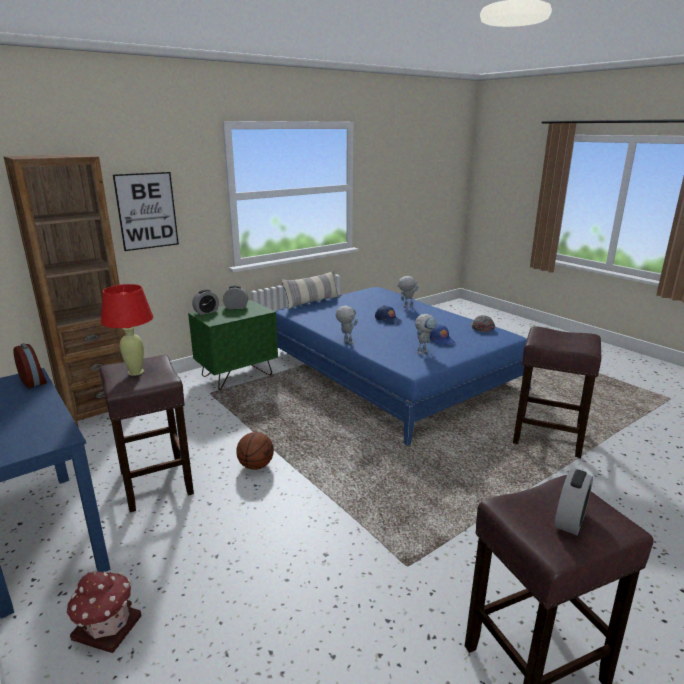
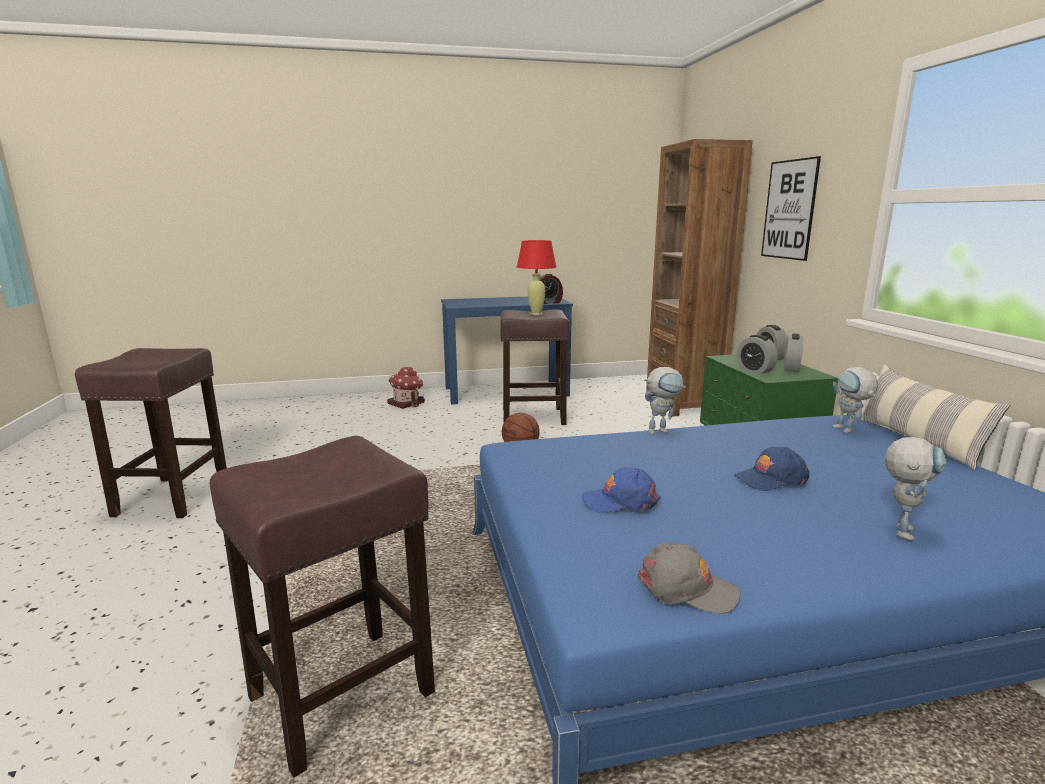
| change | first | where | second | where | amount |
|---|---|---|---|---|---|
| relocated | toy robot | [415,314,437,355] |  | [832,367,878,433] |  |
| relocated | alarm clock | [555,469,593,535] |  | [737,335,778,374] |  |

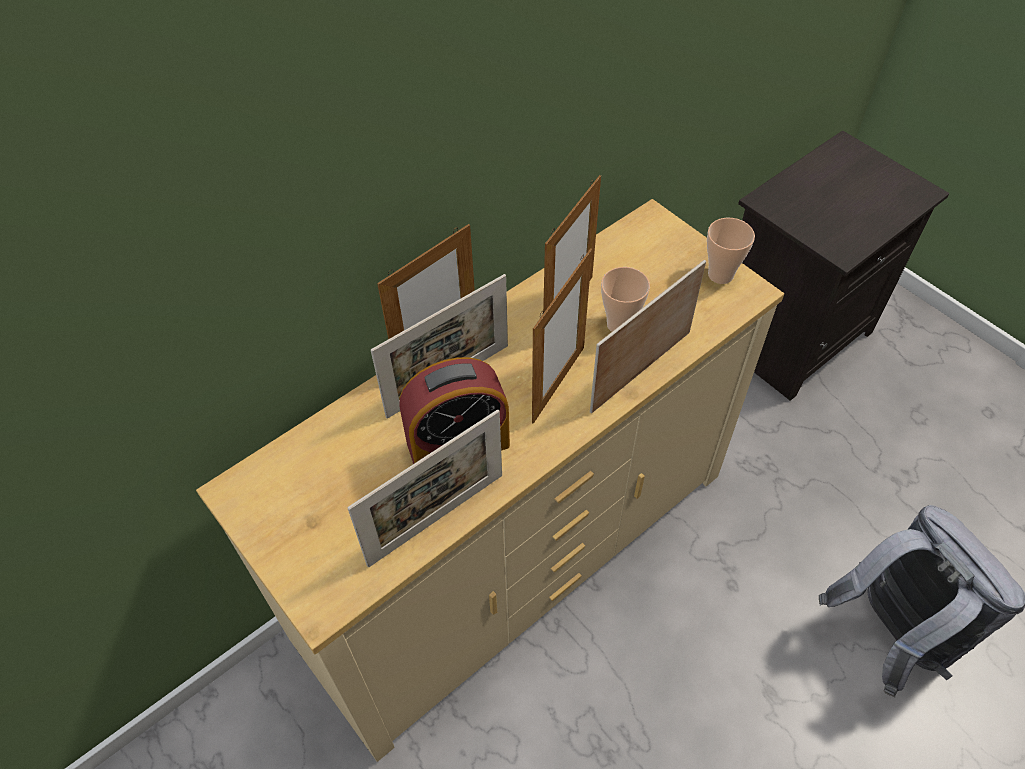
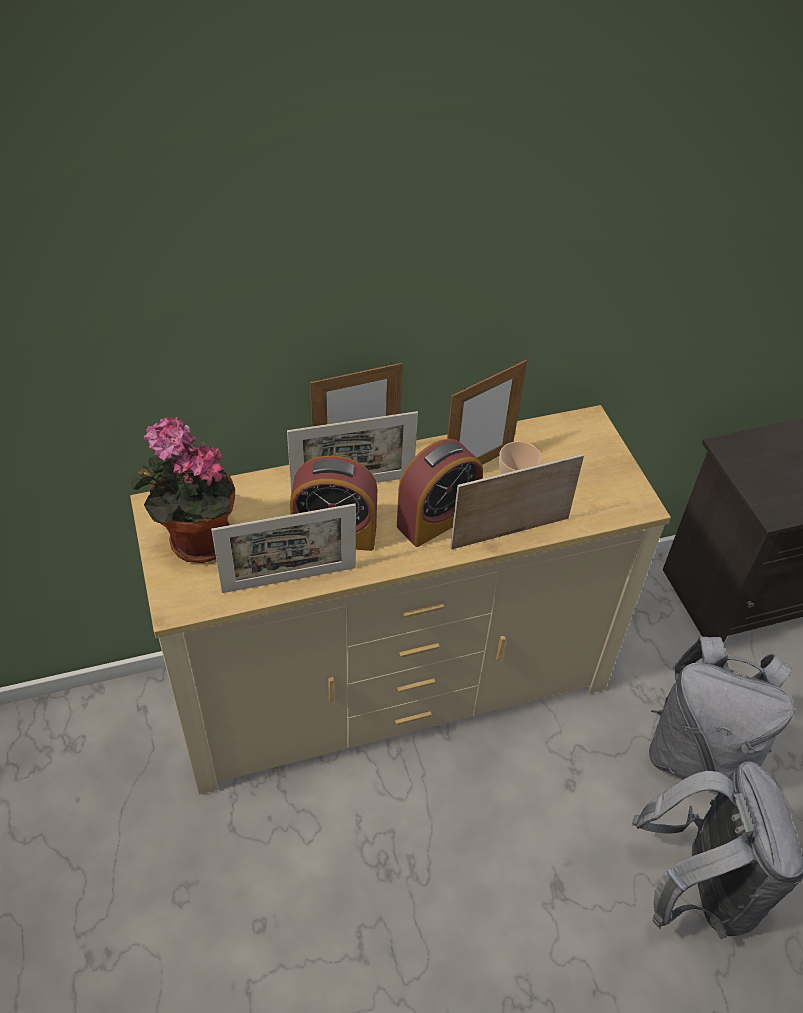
| change | first | where | second | where | amount |
|---|---|---|---|---|---|
| missing | cup | [707,218,755,284] |  |  |  |
| appeared |  |  | potted plant | [131,417,235,563] |  |
| appeared |  |  | backpack/grey | [649,637,794,792] |  |
| exchanged | picture frame | [532,248,592,424] | alarm clock | [397,439,483,547] |  |

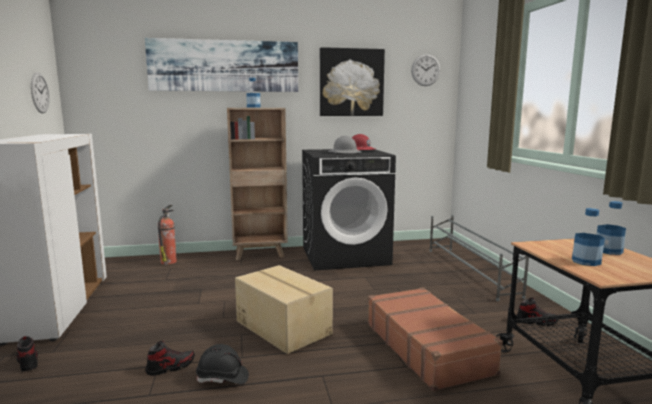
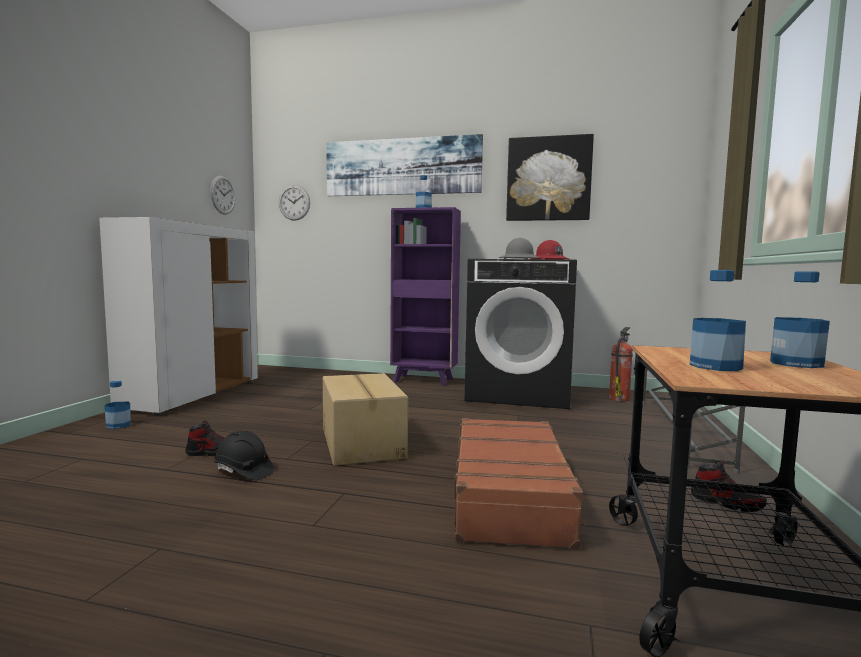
| change | first | where | second | where | amount |
|---|---|---|---|---|---|
| relocated | fire extinguisher | [158,205,177,265] |  | [609,327,633,401] |  |
| relocated | wall clock | [411,54,441,86] |  | [279,185,310,221] |  |
| exchanged | shoe | [16,336,38,372] | bottle | [104,381,131,429] |  |
| colour | bookcase/brown | [227,108,288,260] | bookcase/purple | [390,207,461,386] |  |

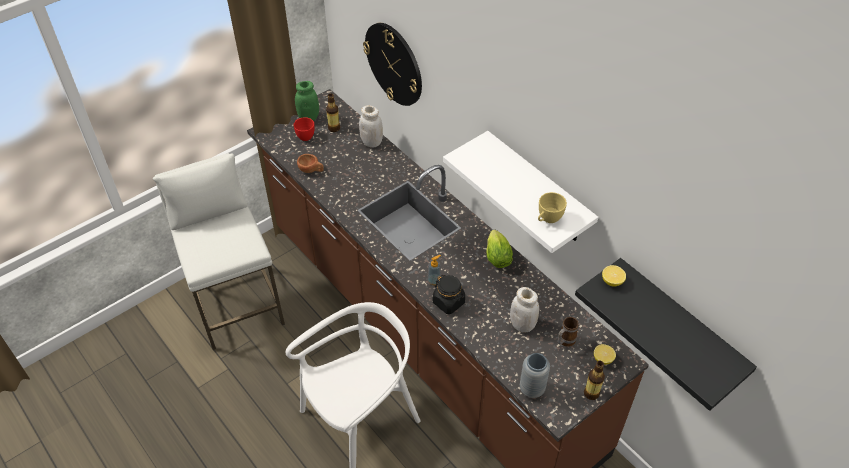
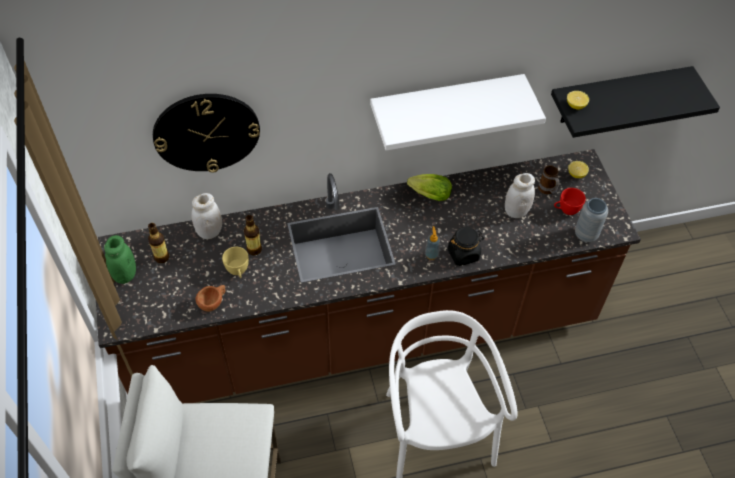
| change | first | where | second | where | amount |
|---|---|---|---|---|---|
| relocated | cup/red | [294,117,315,141] |  | [554,188,586,215] |  |
| relocated | cup/yellow | [538,192,567,223] |  | [222,247,249,278] |  |
| relocated | bottle | [584,361,605,400] |  | [244,215,262,256] |  |

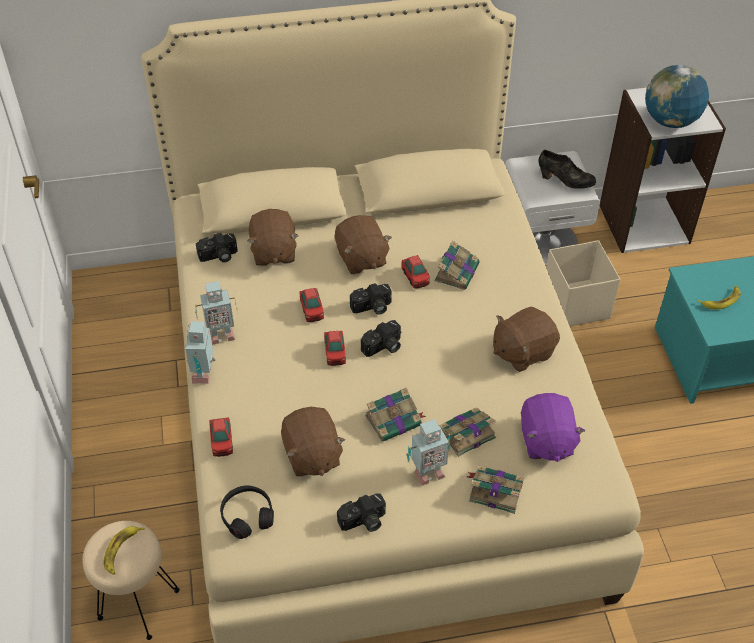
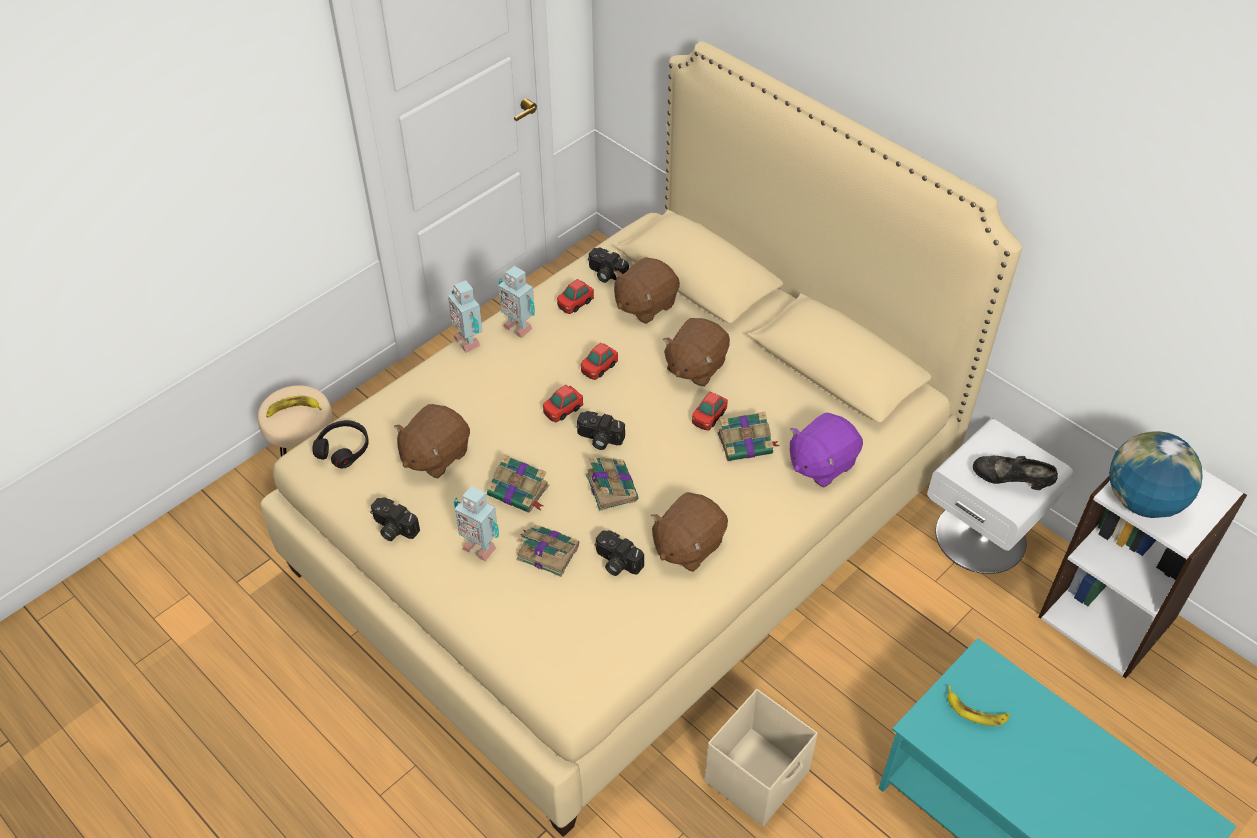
| change | first | where | second | where | amount |
|---|---|---|---|---|---|
| relocated | toy car | [209,418,233,457] |  | [557,279,594,314] |  |
| relocated | photo camera | [350,283,392,315] |  | [595,530,644,576] |  |
| relocated | book | [467,466,524,514] |  | [586,457,639,511] |  |
| relocated | plush toy/purple | [521,393,585,462] |  | [790,413,863,488] |  |
| relocated | storage box/beige | [546,240,620,326] |  | [704,689,818,826] |  |
| spun | toy robot | [185,321,215,384] |  | [448,280,483,352] | 90 degrees counterclockwise |
| spun | plush toy/brown | [493,307,560,372] |  | [651,492,728,572] | 75 degrees counterclockwise |
| spun | shoe/black | [538,150,596,189] |  | [973,455,1058,490] | 120 degrees clockwise |

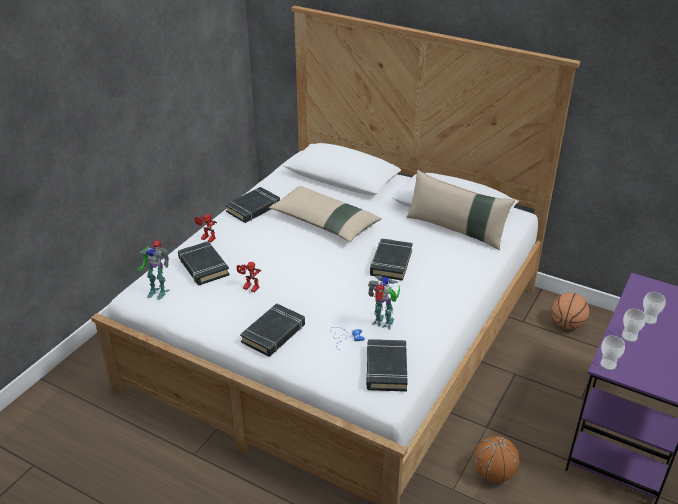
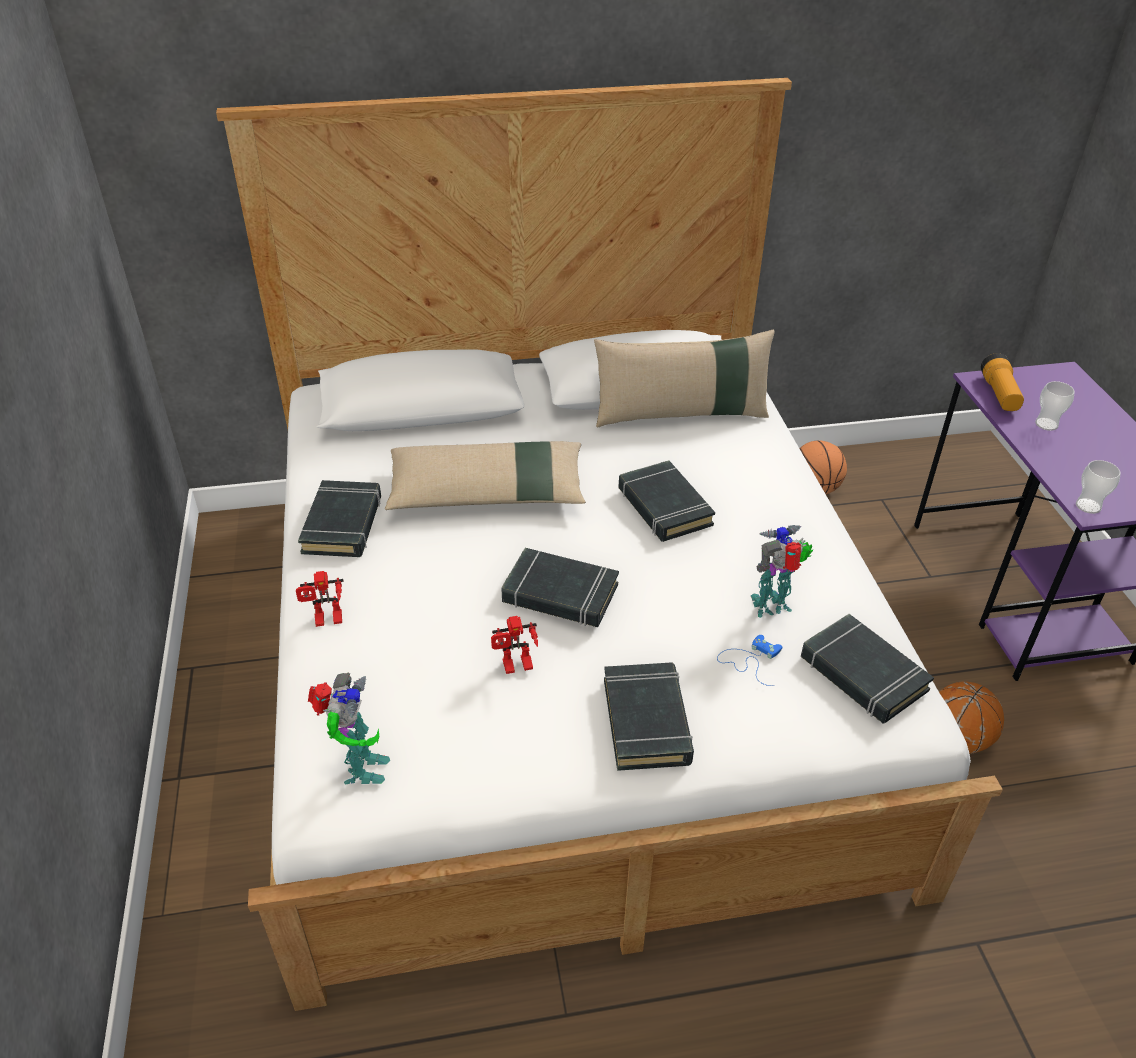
| change | first | where | second | where | amount |
|---|---|---|---|---|---|
| missing | cup | [622,308,646,342] |  |  |  |
| appeared |  |  | flashlight | [981,353,1024,411] |  |
| relocated | book/black | [178,241,230,285] |  | [501,548,619,627] |  |
| spun | toy robot | [138,240,170,300] |  | [308,673,390,784] | 60 degrees counterclockwise |

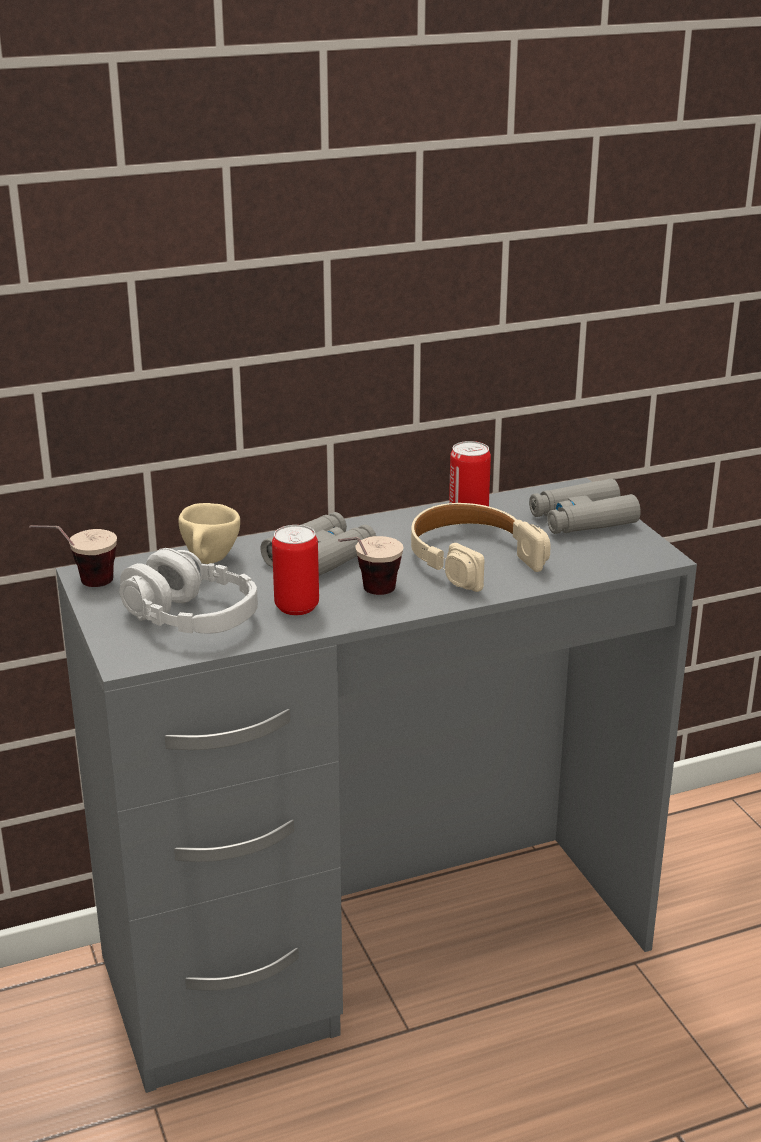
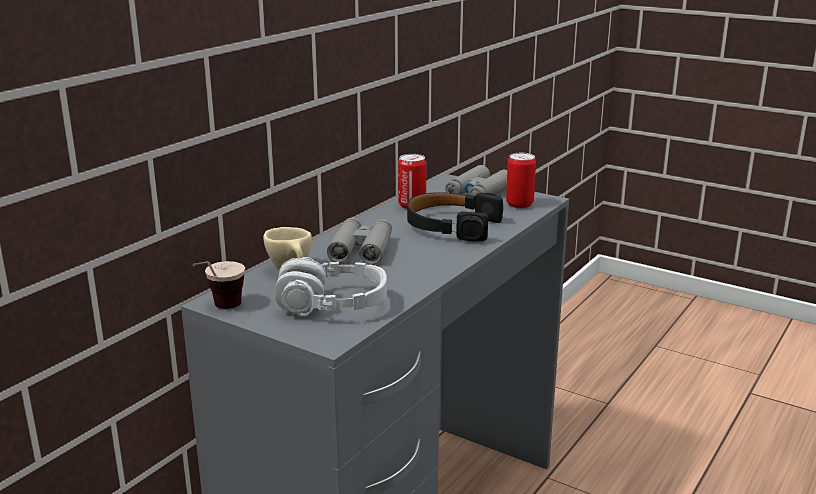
| change | first | where | second | where | amount |
|---|---|---|---|---|---|
| missing | cup | [338,536,403,595] |  |  |  |
| relocated | can | [272,525,319,615] |  | [506,153,536,208] |  |
| colour | headphones/beige | [411,503,551,592] | headphones/black | [407,192,503,241] |  |

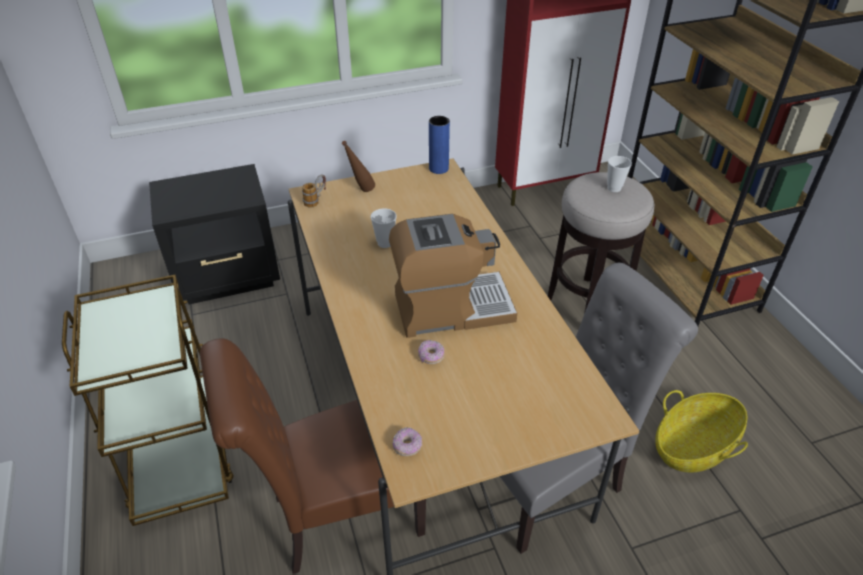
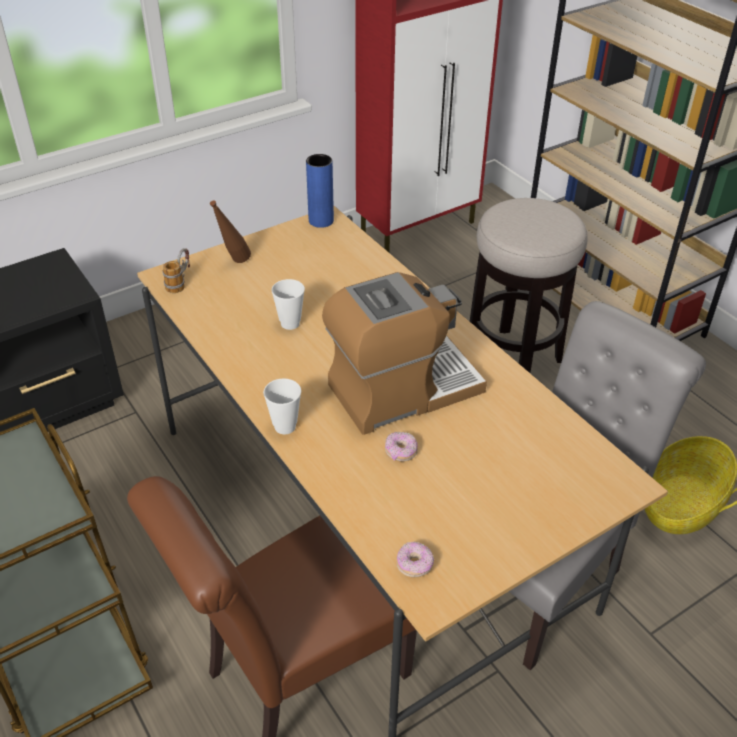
| change | first | where | second | where | amount |
|---|---|---|---|---|---|
| relocated | cup | [607,156,632,192] |  | [263,378,301,434] |  |

